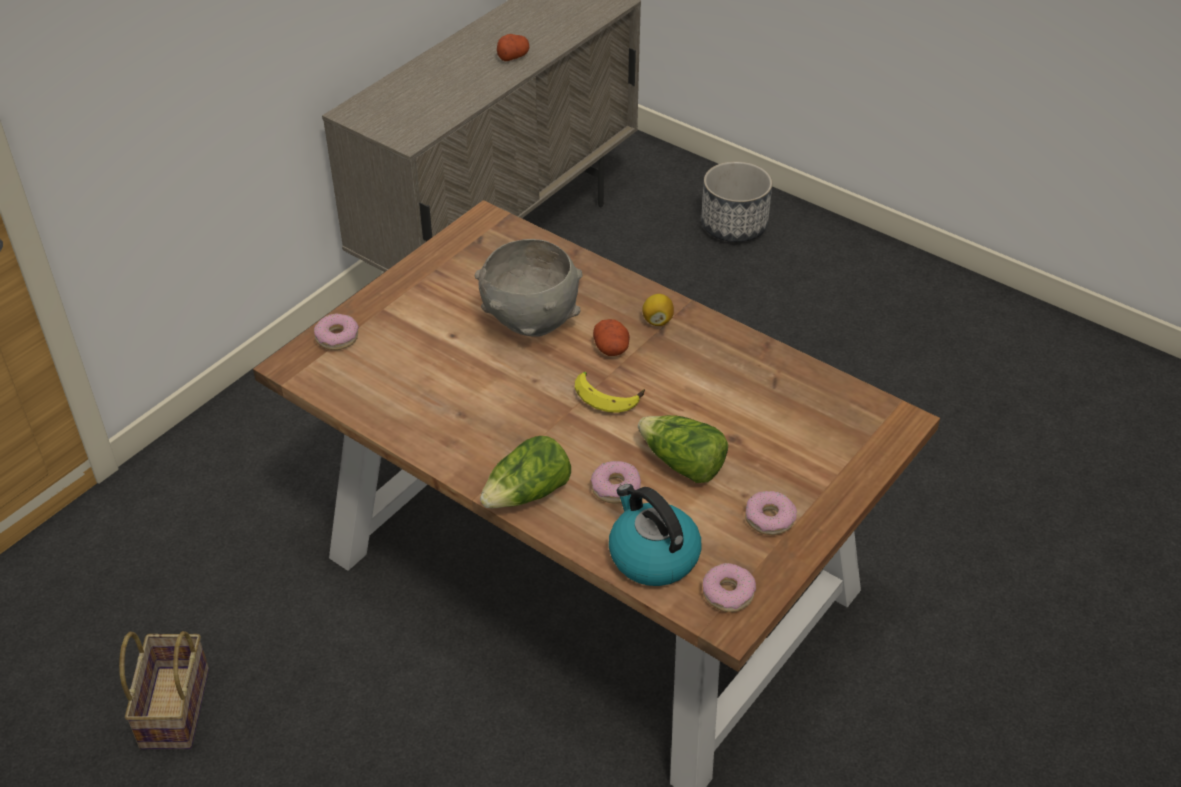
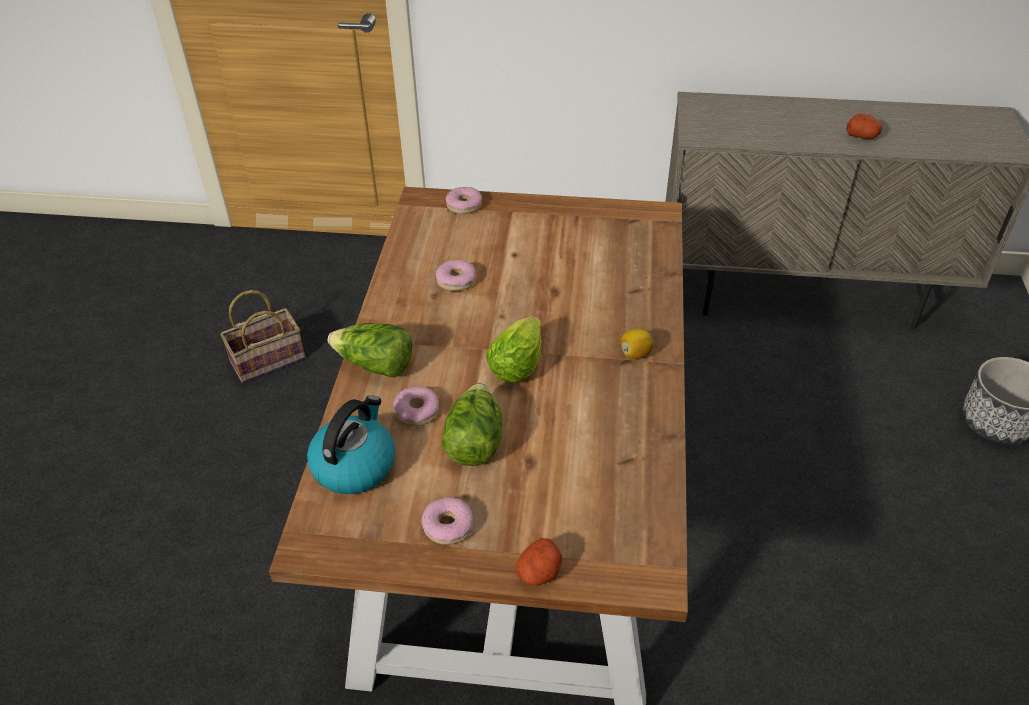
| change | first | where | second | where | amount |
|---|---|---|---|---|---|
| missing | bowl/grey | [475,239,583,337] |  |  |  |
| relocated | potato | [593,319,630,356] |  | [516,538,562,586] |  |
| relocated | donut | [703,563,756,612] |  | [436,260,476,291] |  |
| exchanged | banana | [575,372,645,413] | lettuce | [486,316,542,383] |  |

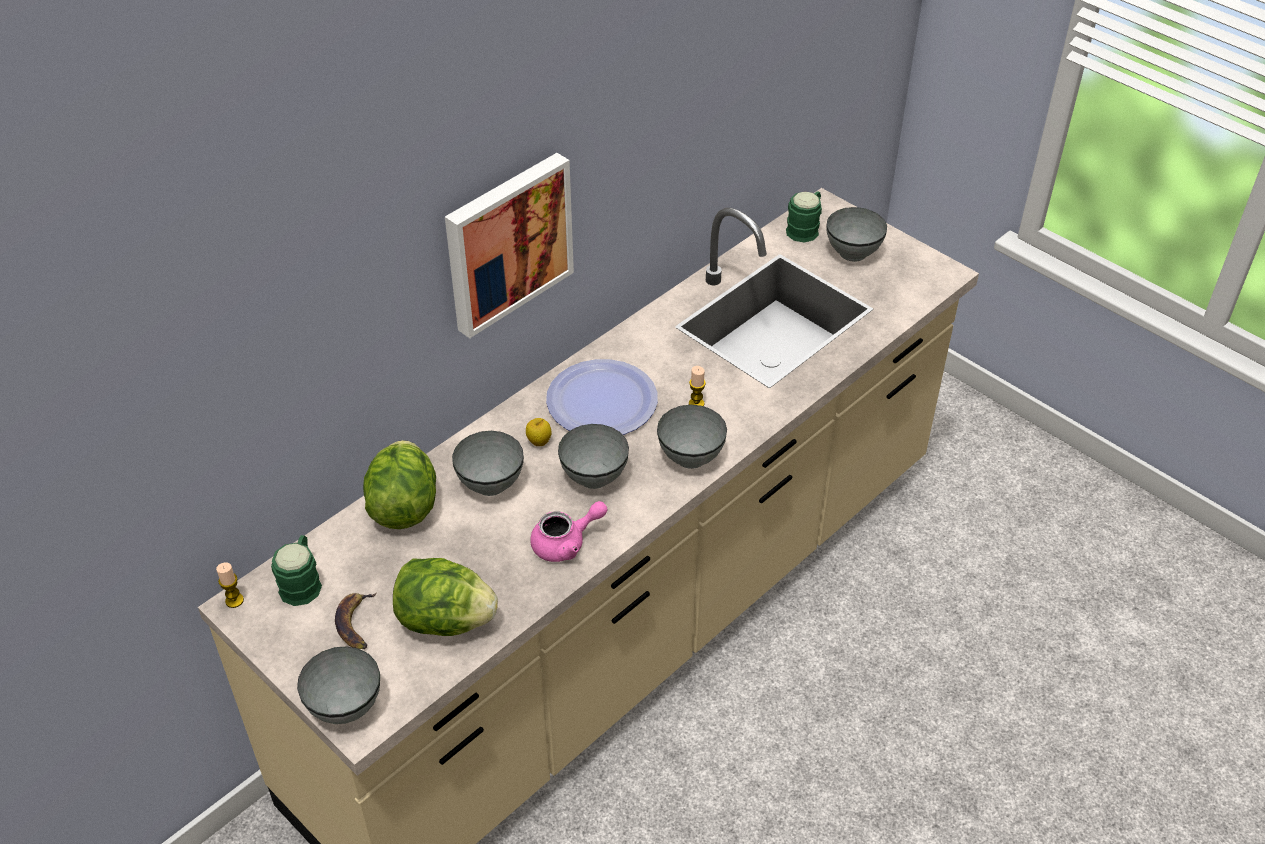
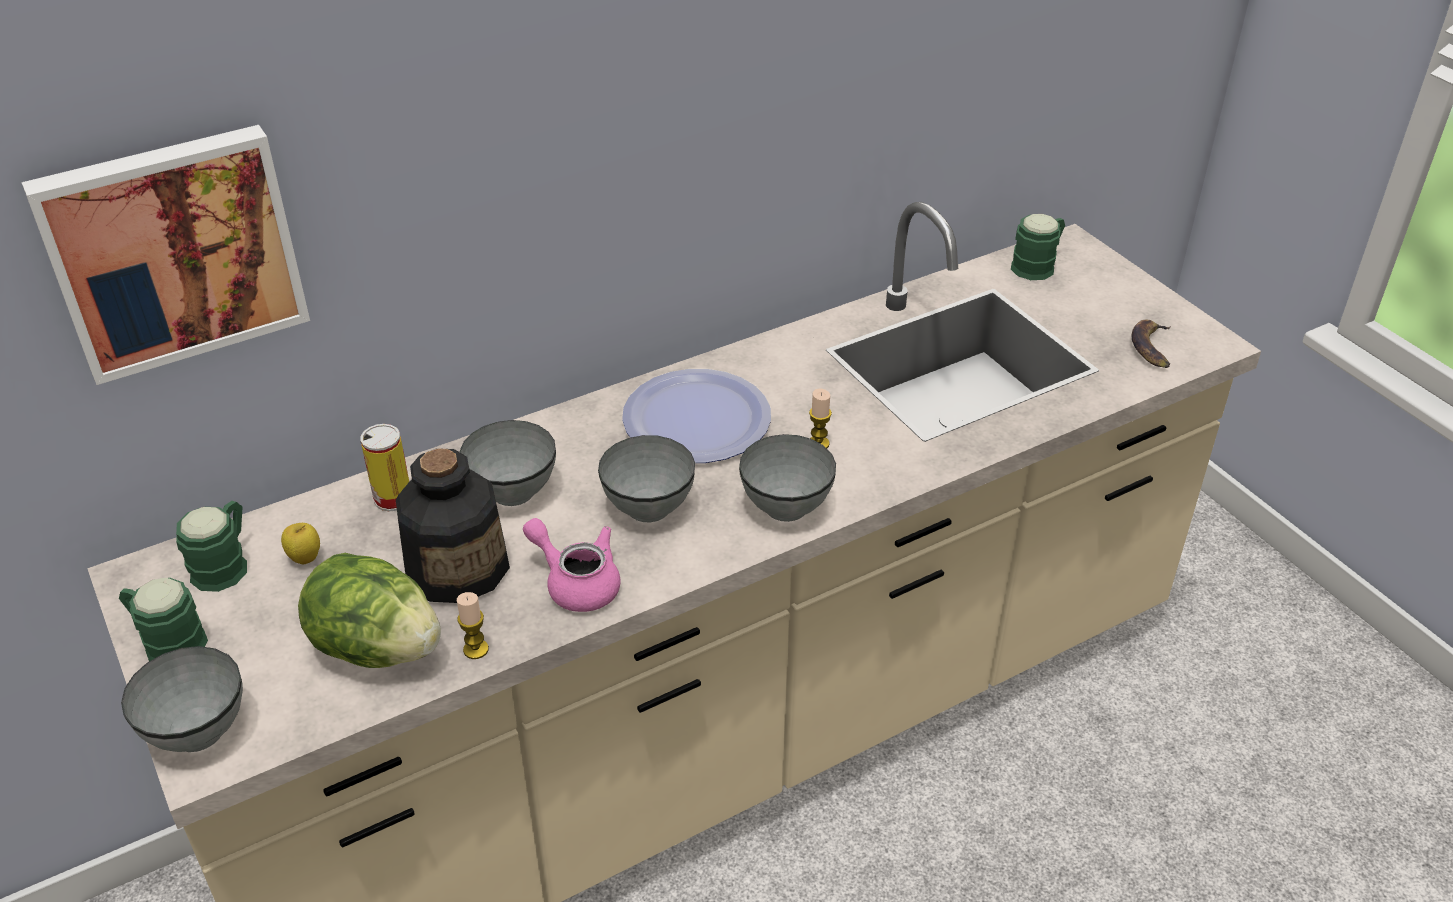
| change | first | where | second | where | amount |
|---|---|---|---|---|---|
| missing | bowl/grey | [826,207,887,262] |  |  |  |
| appeared |  |  | mug/green | [119,578,208,661] |  |
| appeared |  |  | bottle | [396,448,510,603] |  |
| relocated | candle | [216,562,244,608] |  | [457,592,489,659] |  |
| relocated | banana | [335,593,376,649] |  | [1132,320,1171,368] |  |
| relocated | picture | [445,153,574,338] |  | [21,125,310,385] |  |
| relocated | apple | [526,418,551,446] |  | [281,523,320,565] |  |
| exchanged | lettuce | [363,440,436,529] | can | [360,424,409,512] |  |
| spun | teapot/pink | [530,501,607,562] |  | [523,518,621,612] | 135 degrees counterclockwise |

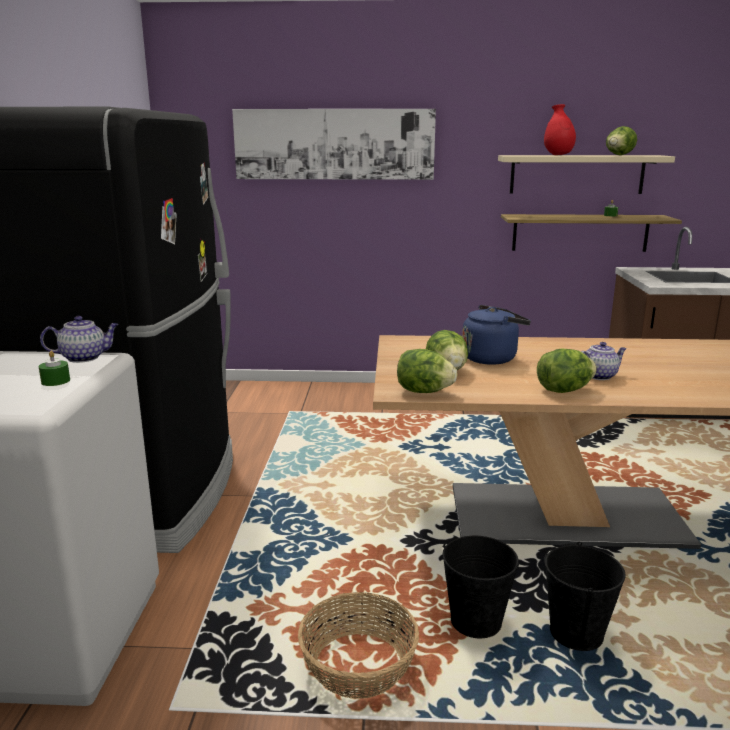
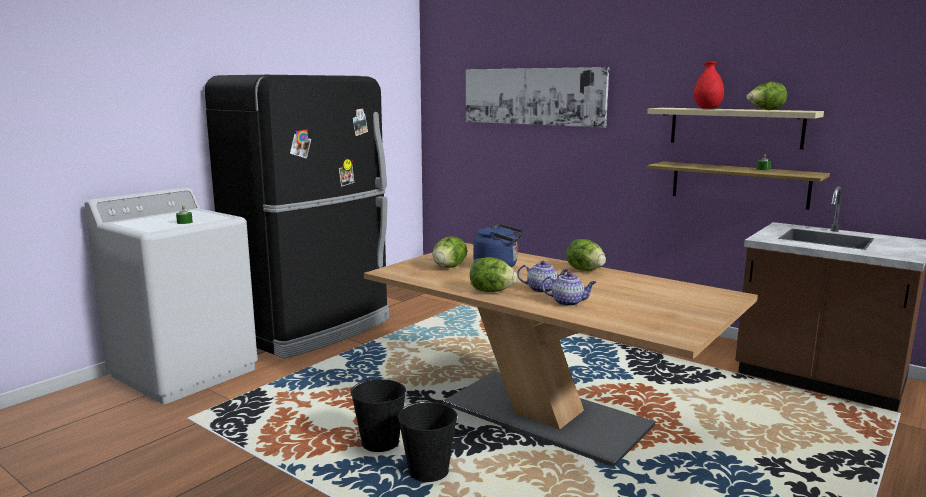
| change | first | where | second | where | amount |
|---|---|---|---|---|---|
| missing | basket | [298,592,419,699] |  |  |  |
| relocated | teapot | [40,316,119,363] |  | [542,272,596,306] |  |
| relocated | lettuce | [397,349,457,393] |  | [566,239,606,271] |  |

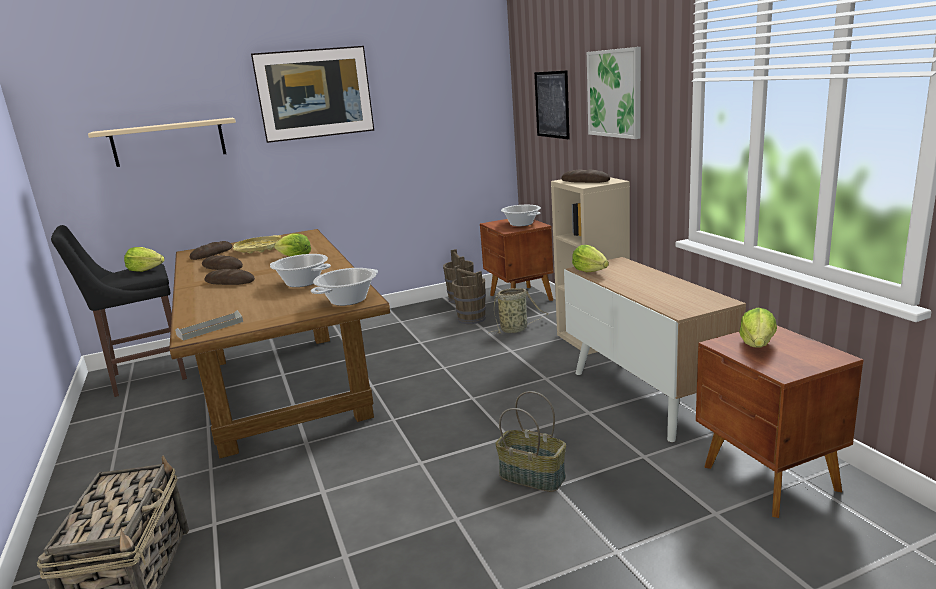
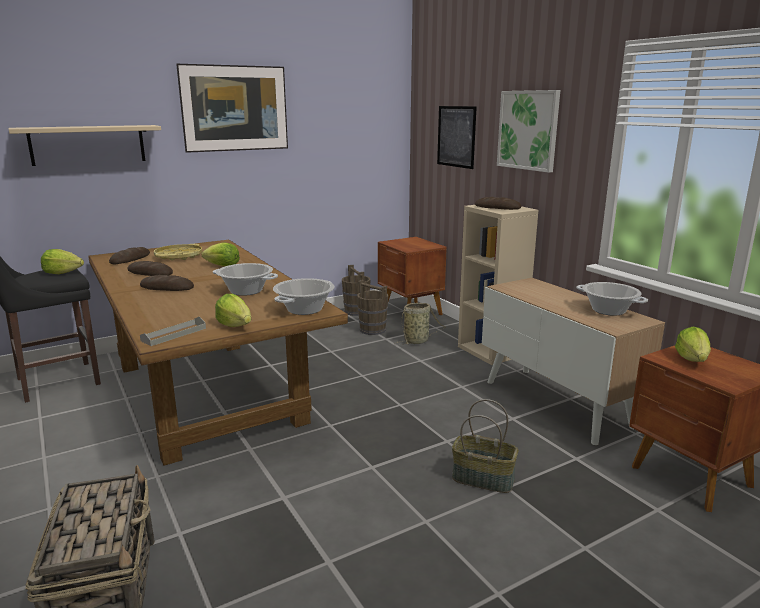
| change | first | where | second | where | amount |
|---|---|---|---|---|---|
| relocated | cooking pot | [501,205,541,226] |  | [576,282,648,316] |  |
| relocated | lettuce | [572,245,609,272] |  | [215,294,251,327] |  |

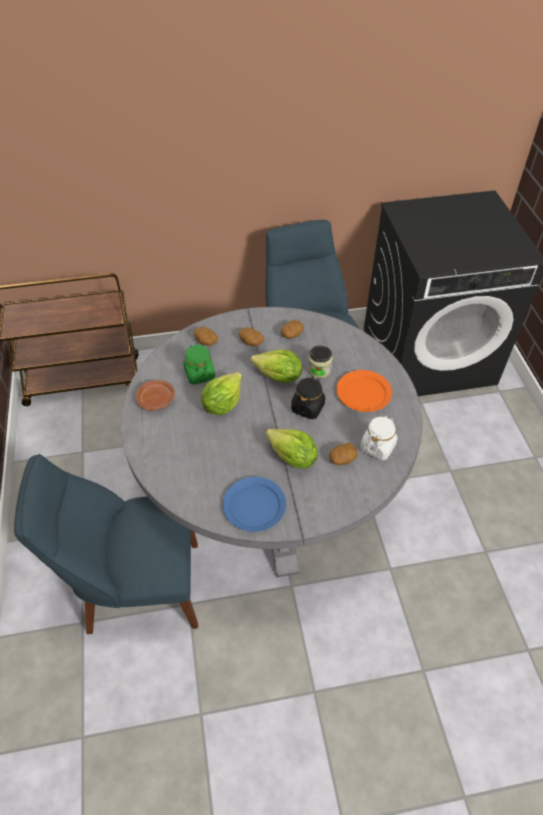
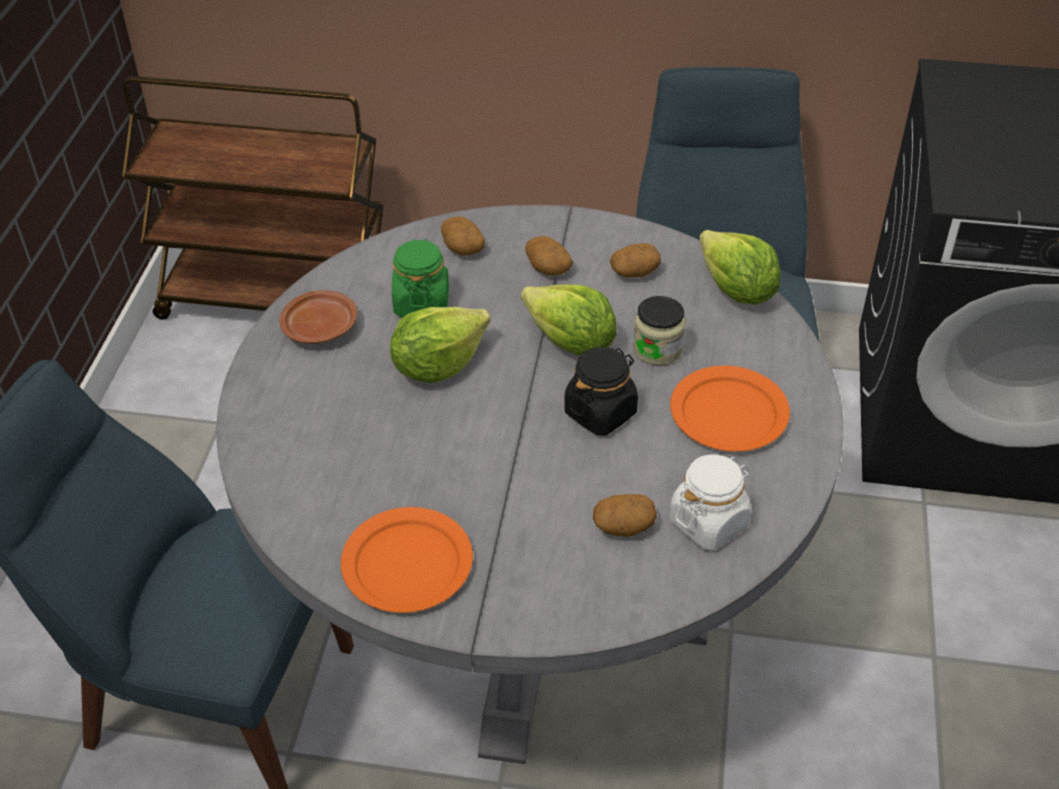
| change | first | where | second | where | amount |
|---|---|---|---|---|---|
| relocated | lettuce | [266,429,318,468] |  | [699,230,781,305] |  |
| colour | plate/blue | [223,477,286,532] | plate/orange | [341,507,473,613] |  |

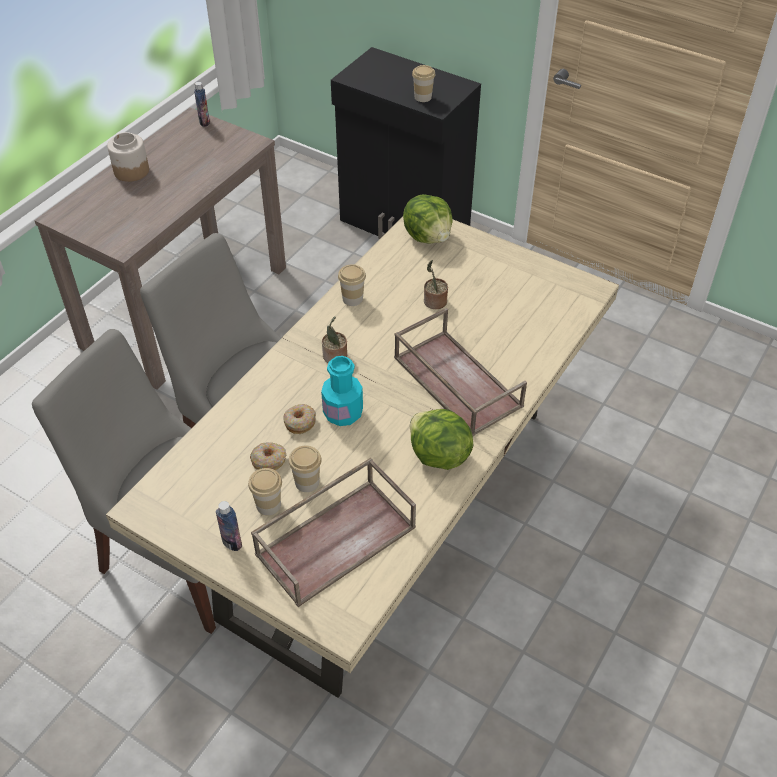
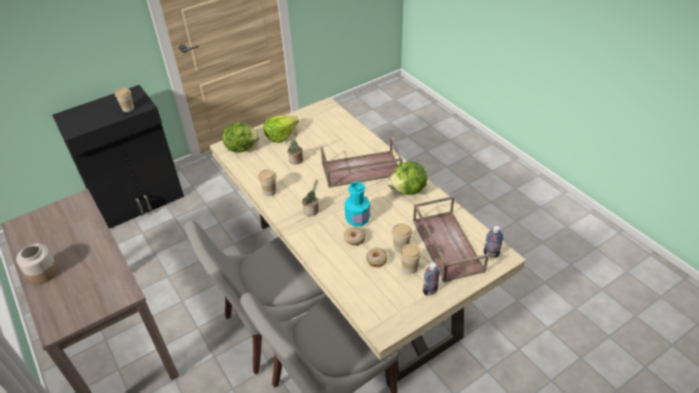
| change | first | where | second | where | amount |
|---|---|---|---|---|---|
| appeared |  |  | lettuce | [264,115,299,143] |  |
| relocated | bottle | [194,82,210,127] |  | [483,226,503,258] |  |

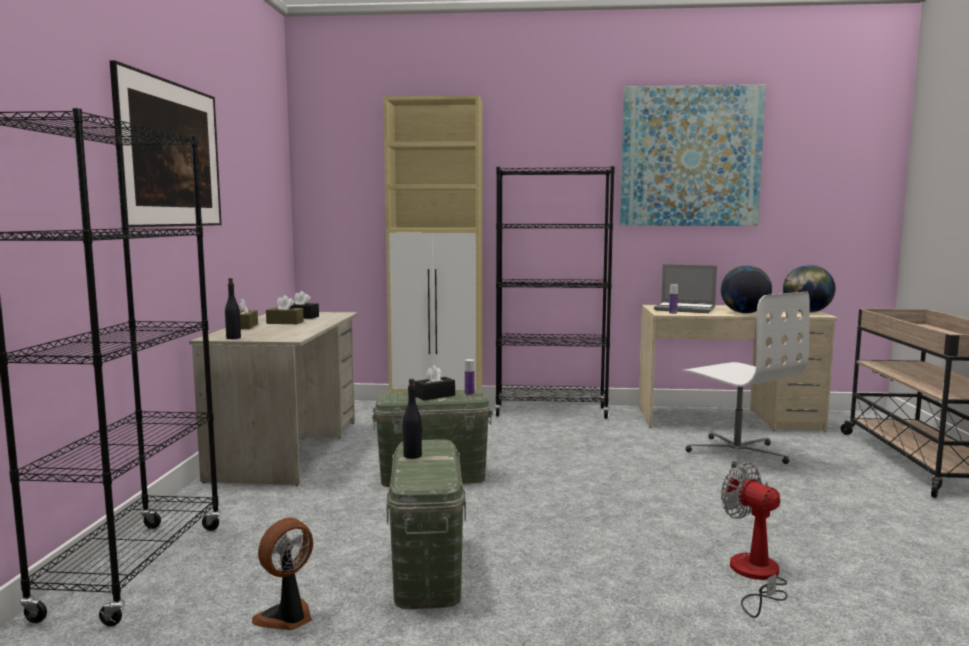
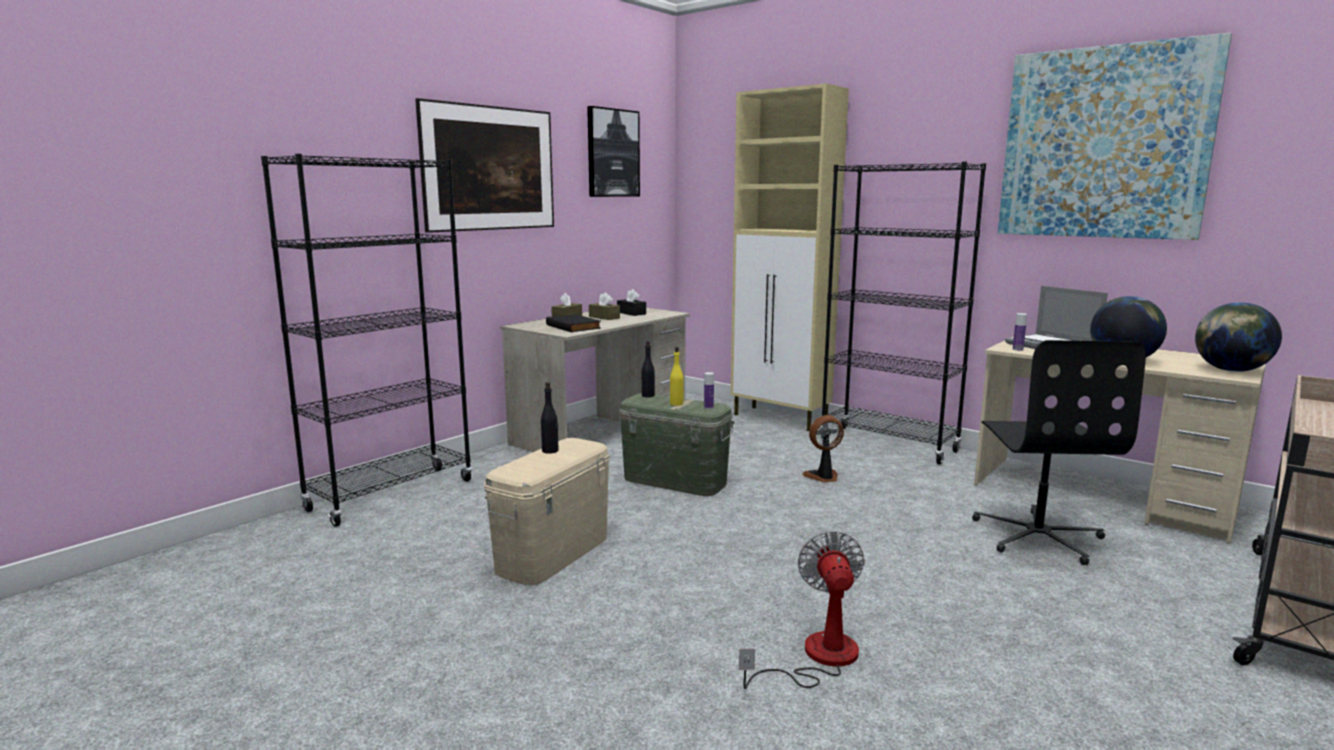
| change | first | where | second | where | amount |
|---|---|---|---|---|---|
| appeared |  |  | book/black | [546,314,601,332] |  |
| appeared |  |  | picture | [587,106,640,197] |  |
| relocated | bottle/black | [225,278,241,339] |  | [642,341,655,397] |  |
| relocated | fan | [252,518,313,630] |  | [802,415,844,482] |  |
| exchanged | tissue box/black | [414,365,455,401] | bottle/yellow | [670,347,683,406] |  |
| colour | storage box/green | [386,439,466,609] | storage box/beige | [484,438,610,586] |  |
| colour | office chair/white | [682,292,810,468] | office chair/black | [972,340,1146,565] |  |

